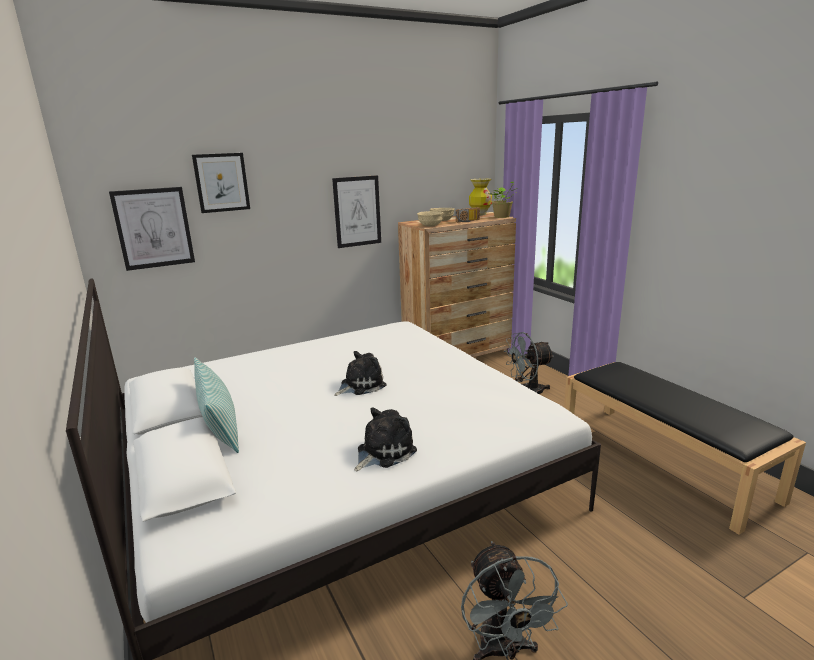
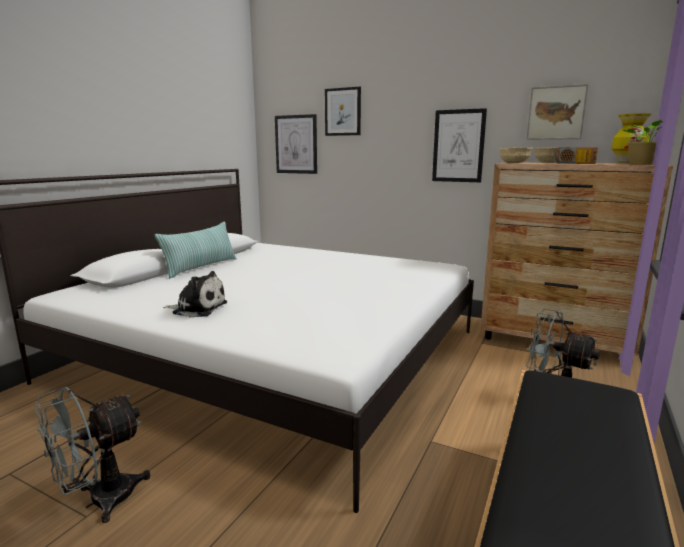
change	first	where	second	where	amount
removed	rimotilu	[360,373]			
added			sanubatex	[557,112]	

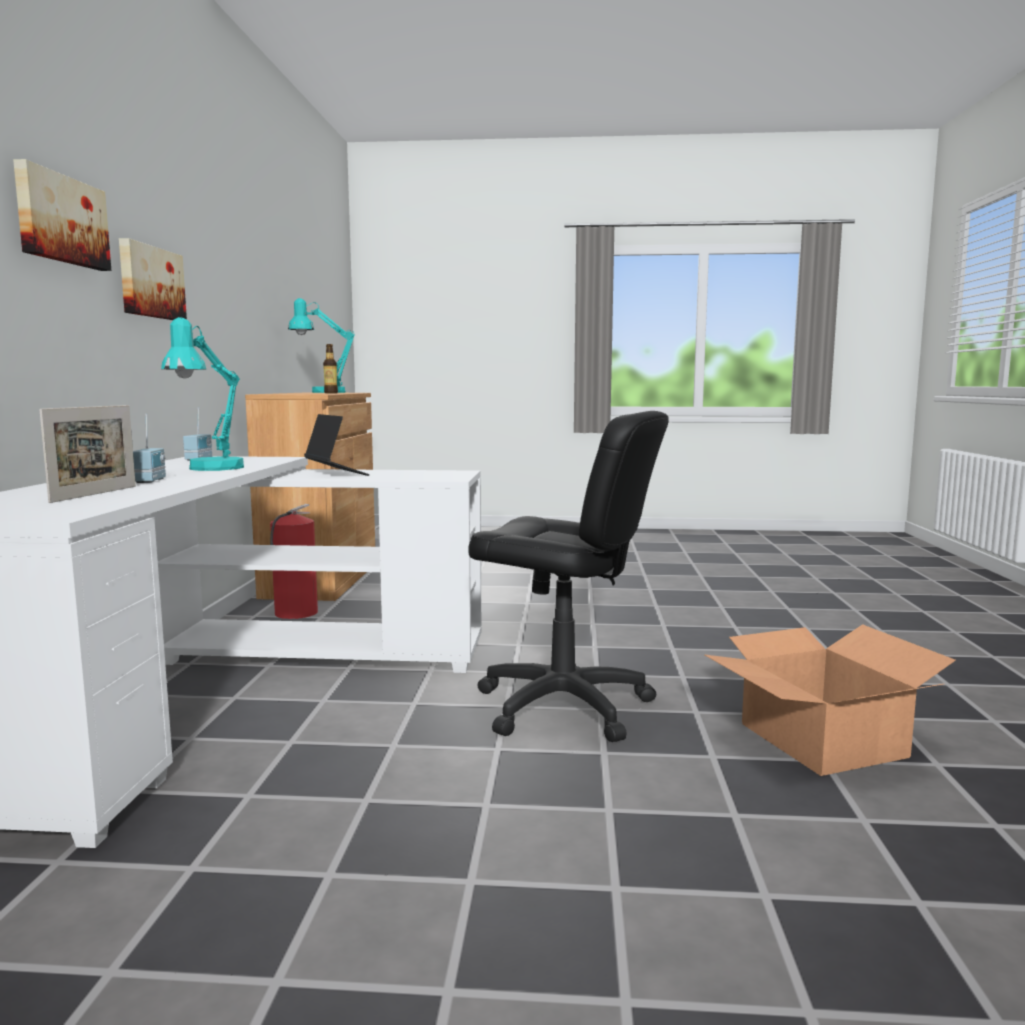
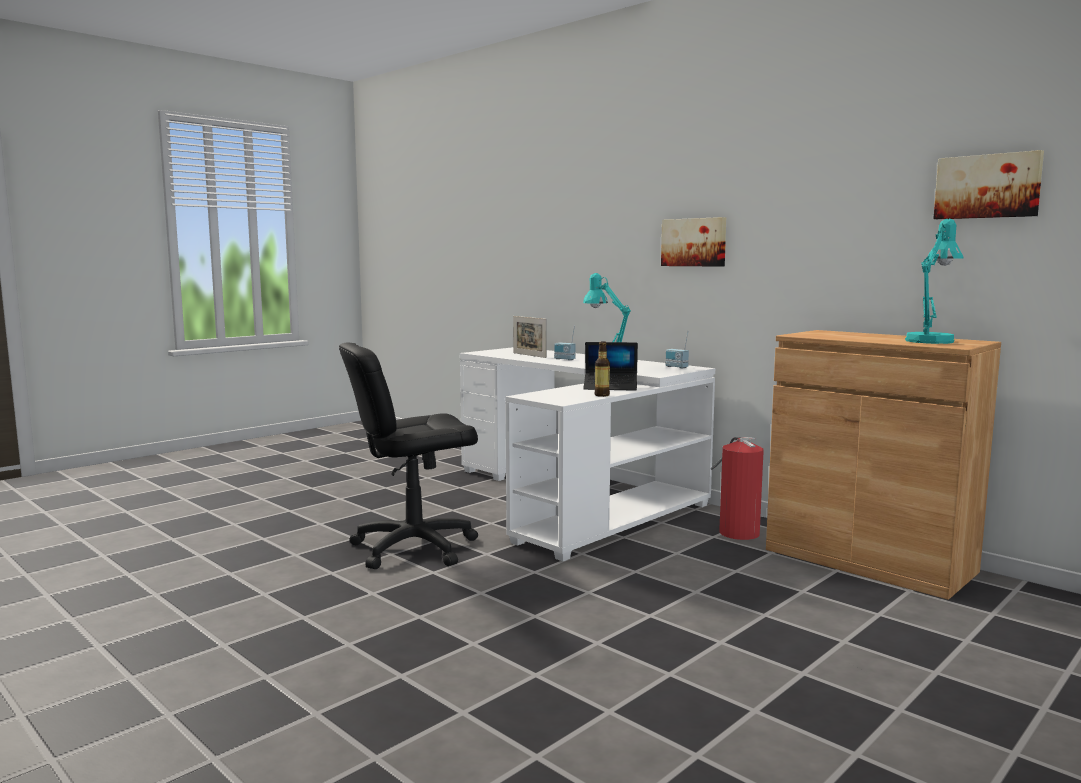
change	first	where	second	where	amount
removed	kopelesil	[830,700]			
moved	sanubatex	[62,215]		[988,184]	
moved	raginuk	[330,368]		[602,369]	

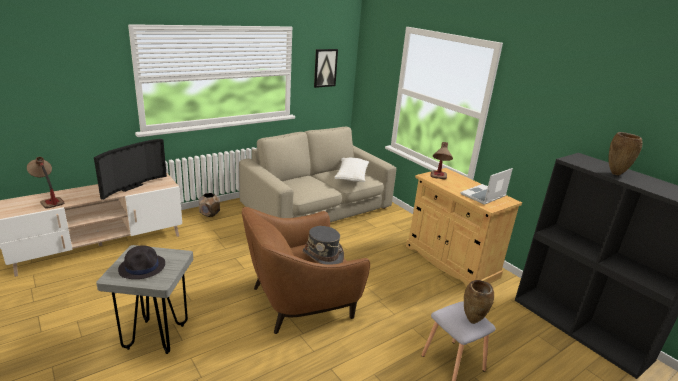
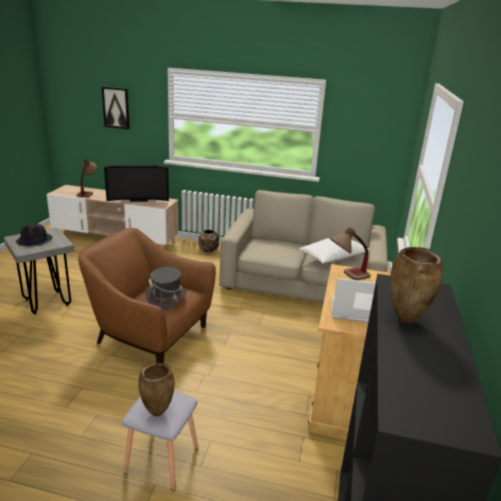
change	first	where	second	where	amount
moved	sanubatex	[326,68]		[116,107]	

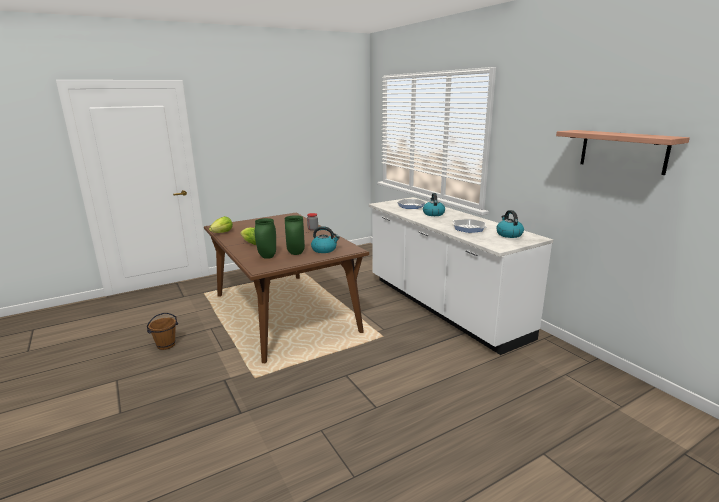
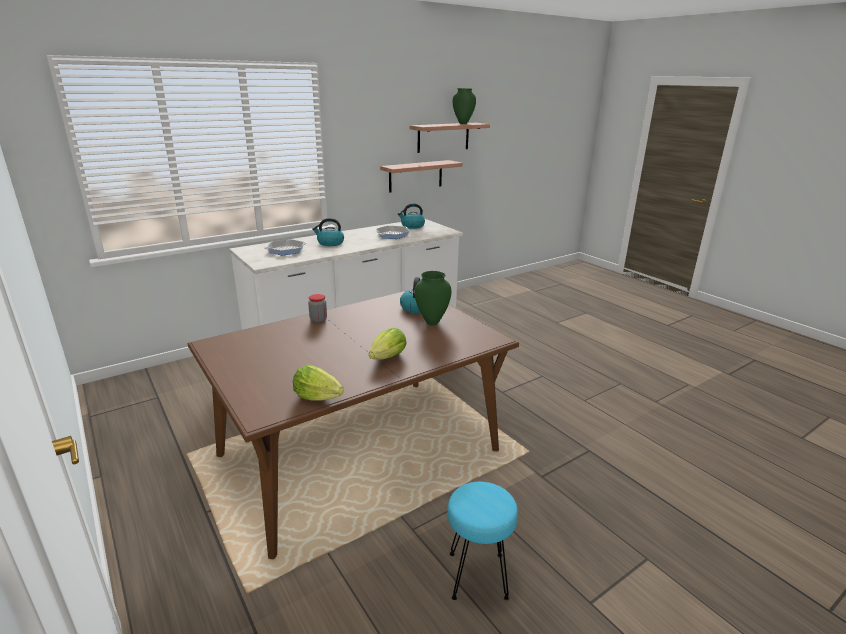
change	first	where	second	where	amount
added			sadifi	[421,176]	
moved	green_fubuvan	[265,238]		[464,106]	
replaced	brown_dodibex	[162,331]	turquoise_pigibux	[483,541]	

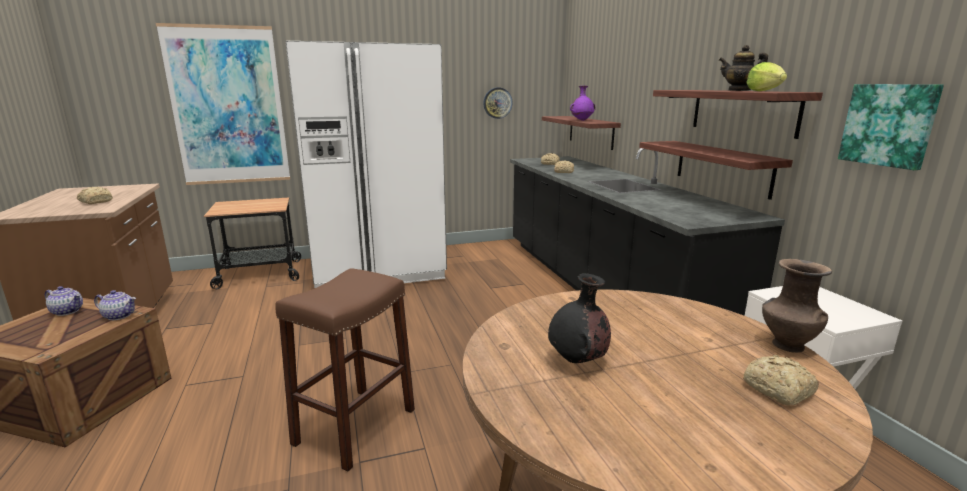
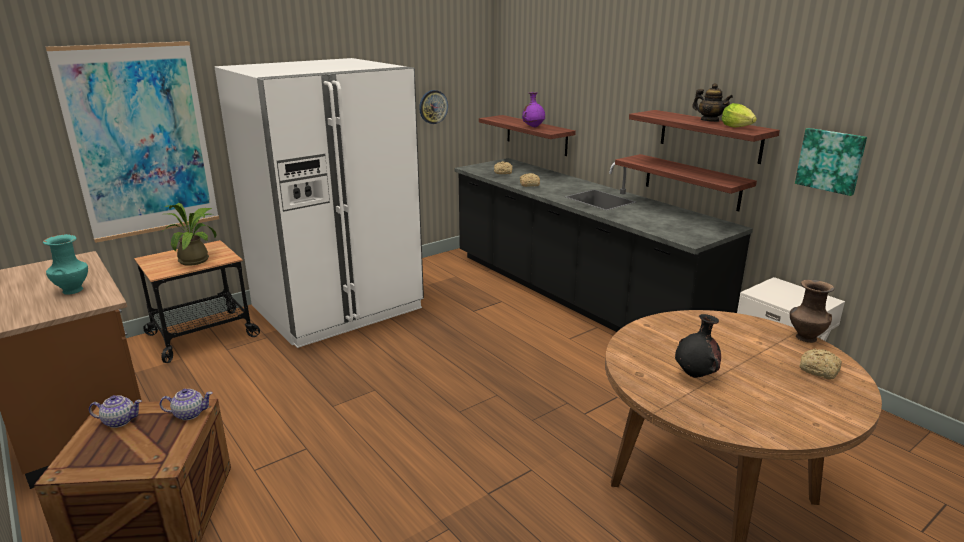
change	first	where	second	where	amount
removed	brown_pigibux	[345,370]			
added			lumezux	[190,234]	
replaced	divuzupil	[95,195]	turquoise_fubuvan	[65,264]	
turned	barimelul	[743,68]		[712,102]	150 degrees counterclockwise

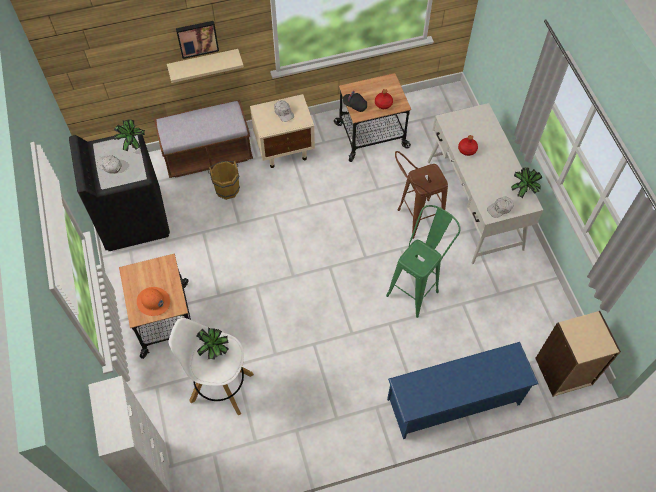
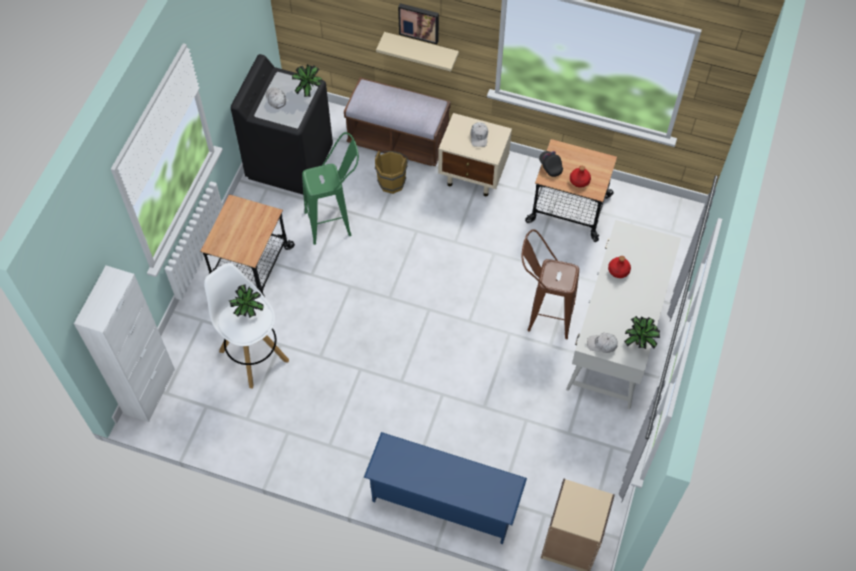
change	first	where	second	where	amount
removed	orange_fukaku	[153,301]			
moved	green_pigibux	[423,261]		[330,188]	

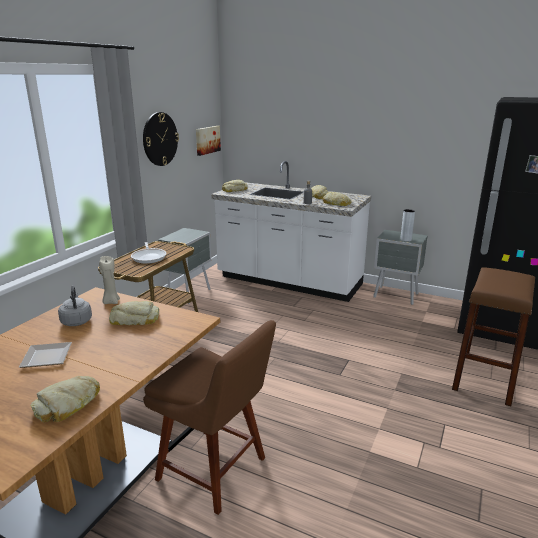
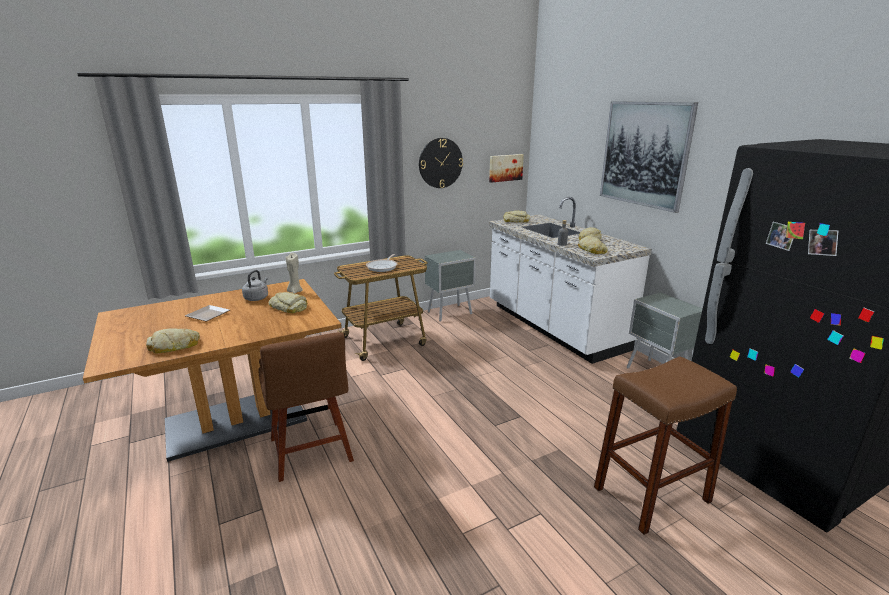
change	first	where	second	where	amount
removed	grey_fubuvan	[407,225]			
added			sanubatex	[649,157]	

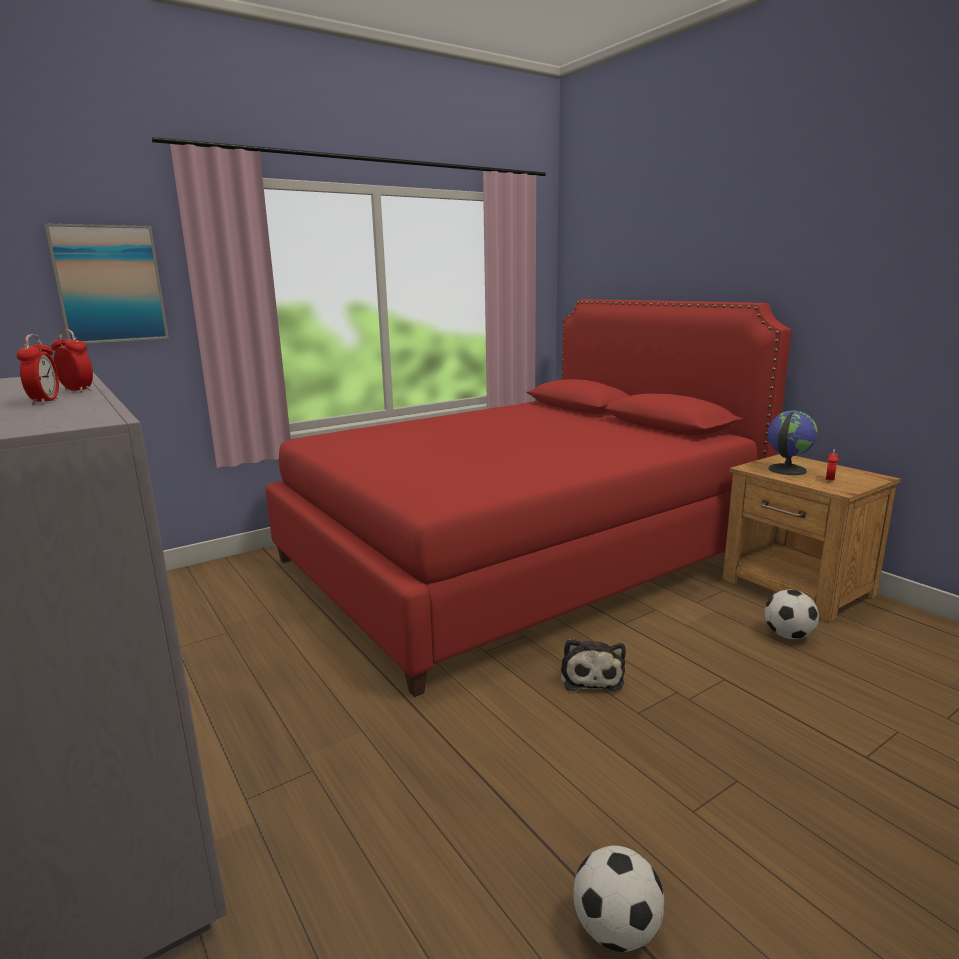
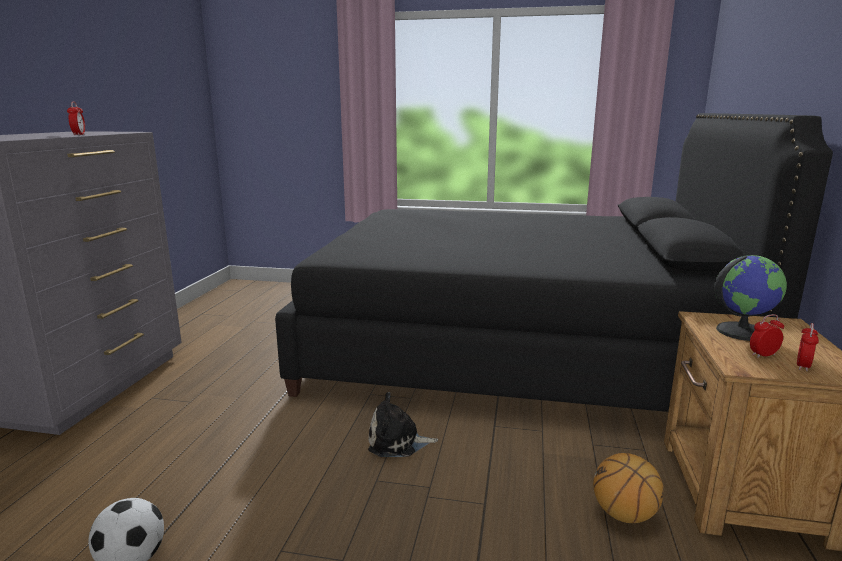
change	first	where	second	where	amount
removed	sanubatex	[106,283]			
moved	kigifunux	[38,369]		[808,347]	
replaced	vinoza	[792,614]	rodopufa	[628,488]	
recoloured	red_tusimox	[529,498]	black_tusimox	[554,262]	
turned	rimotilu	[593,665]		[403,424]	45 degrees clockwise

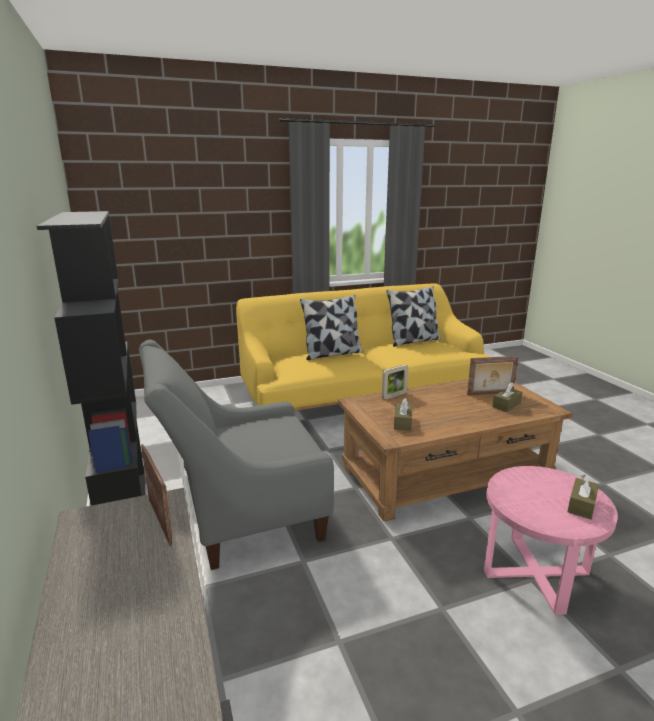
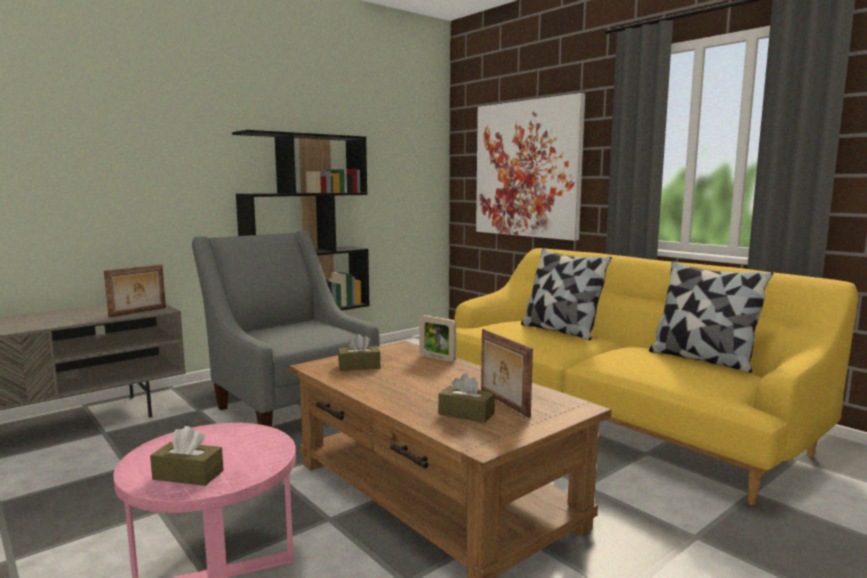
change	first	where	second	where	amount
added			sanubatex	[530,167]	

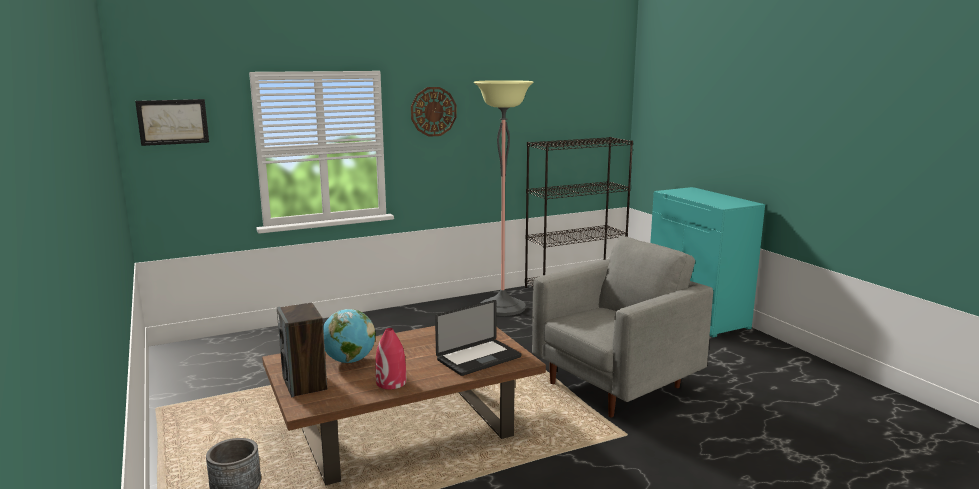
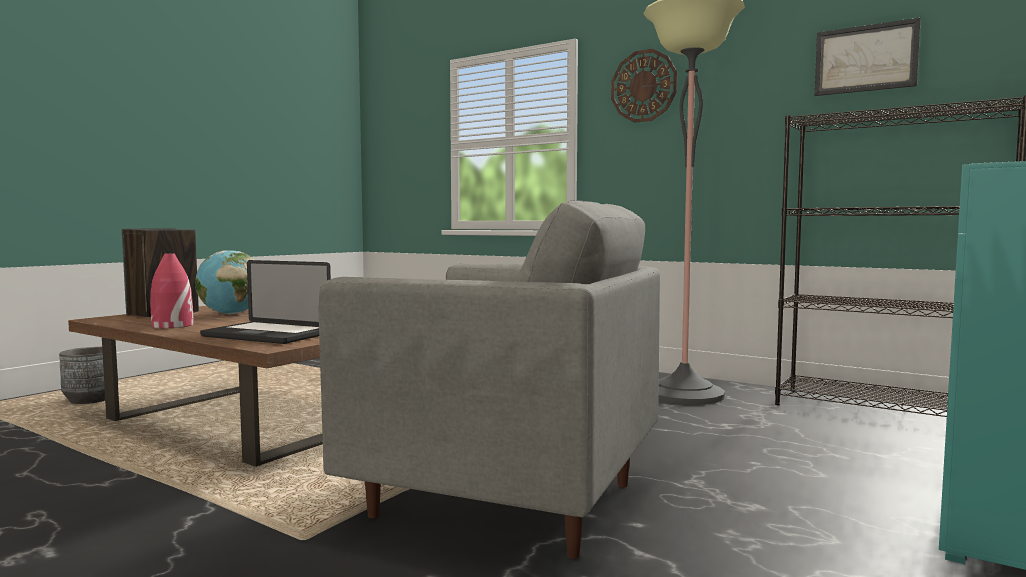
change	first	where	second	where	amount
moved	sanubatex	[172,122]		[868,56]	

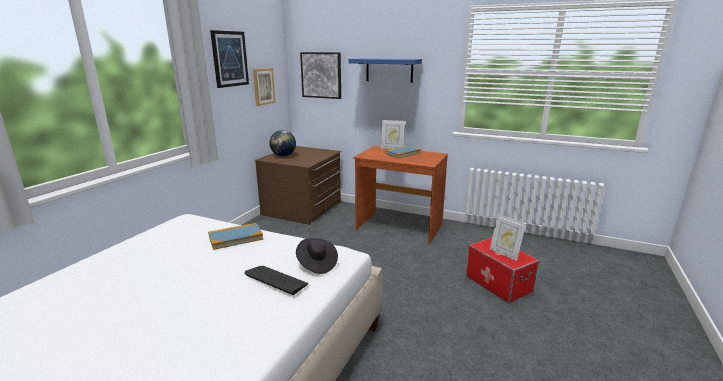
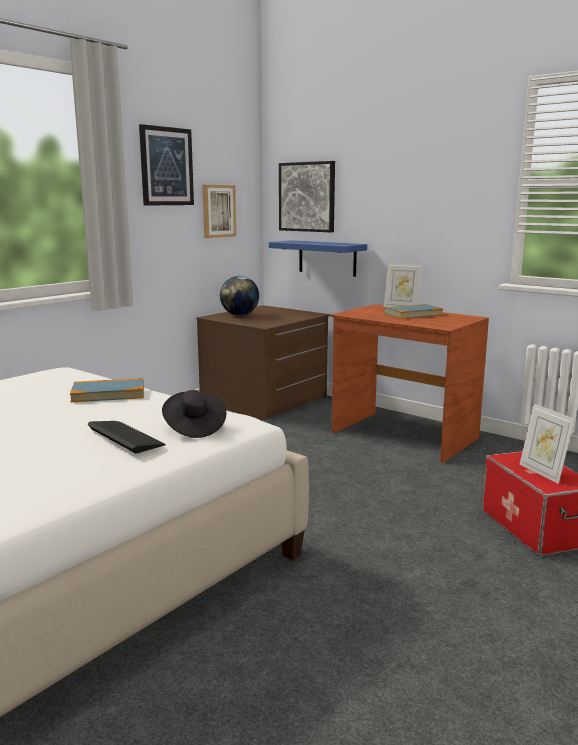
change	first	where	second	where	amount
moved	blue_sadifi	[385,70]		[318,258]	

